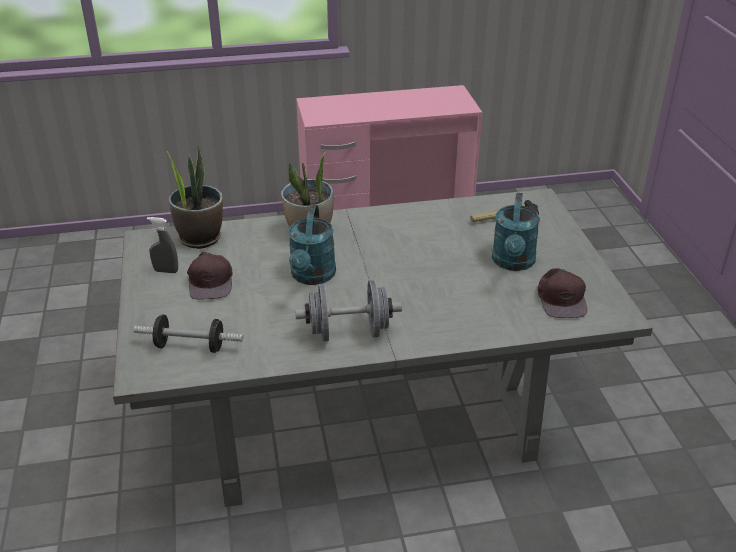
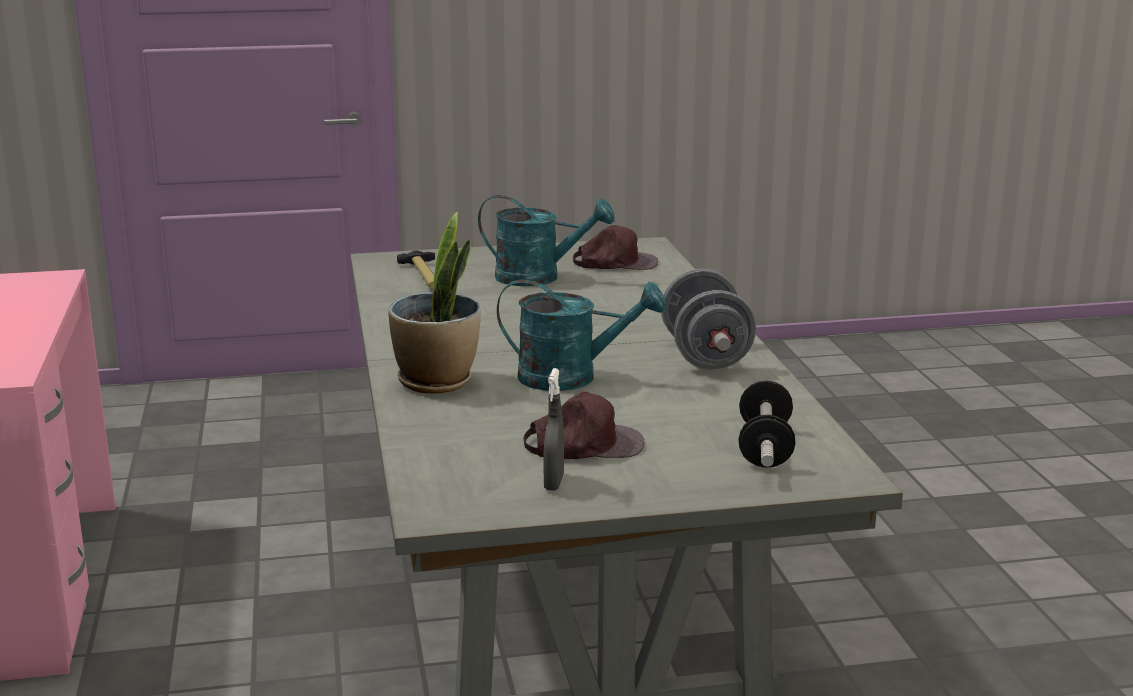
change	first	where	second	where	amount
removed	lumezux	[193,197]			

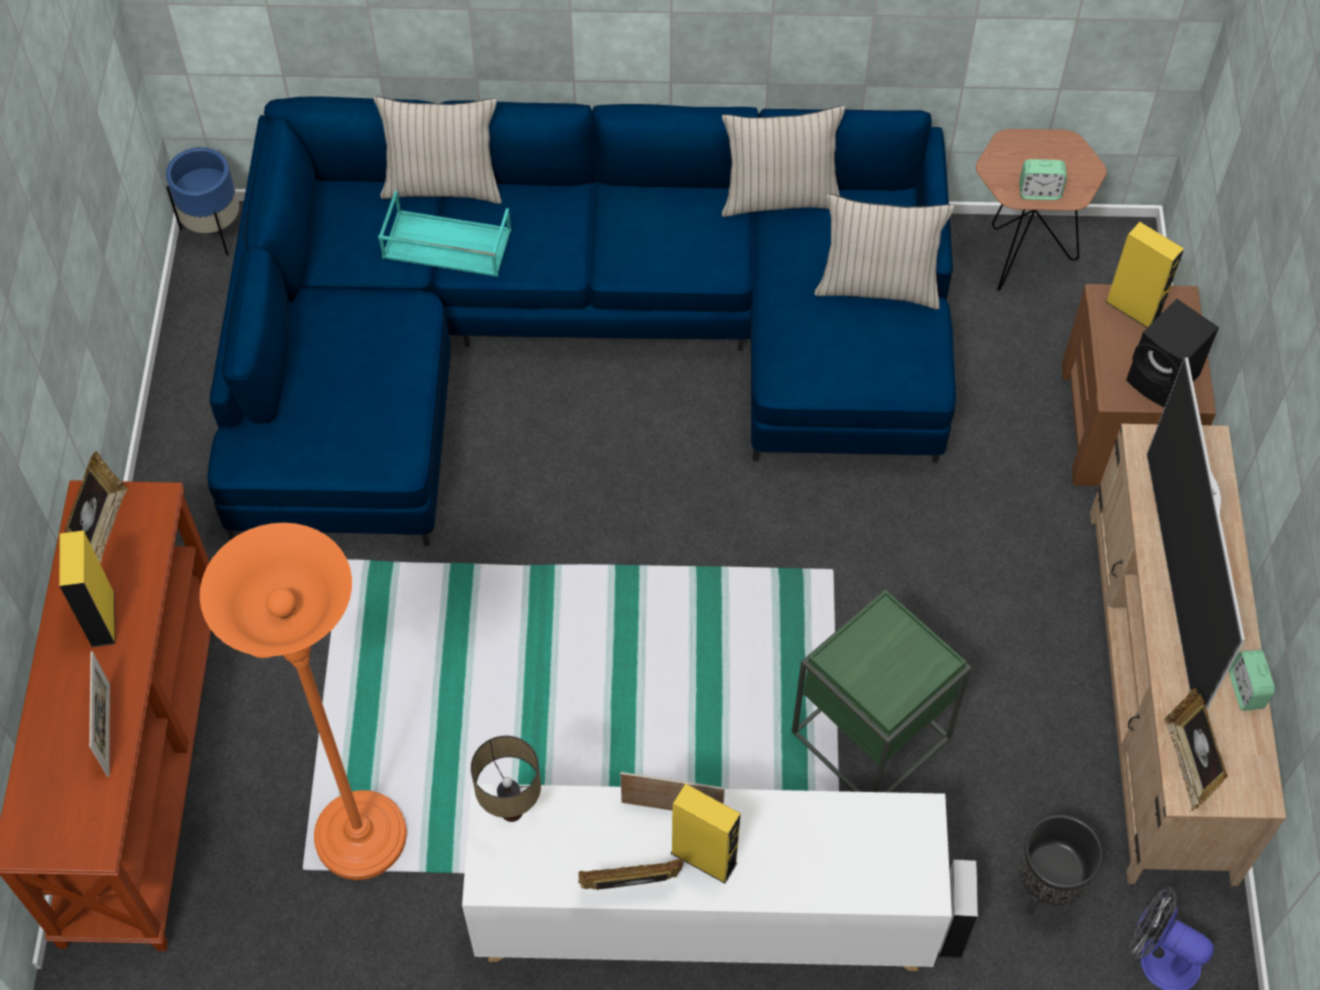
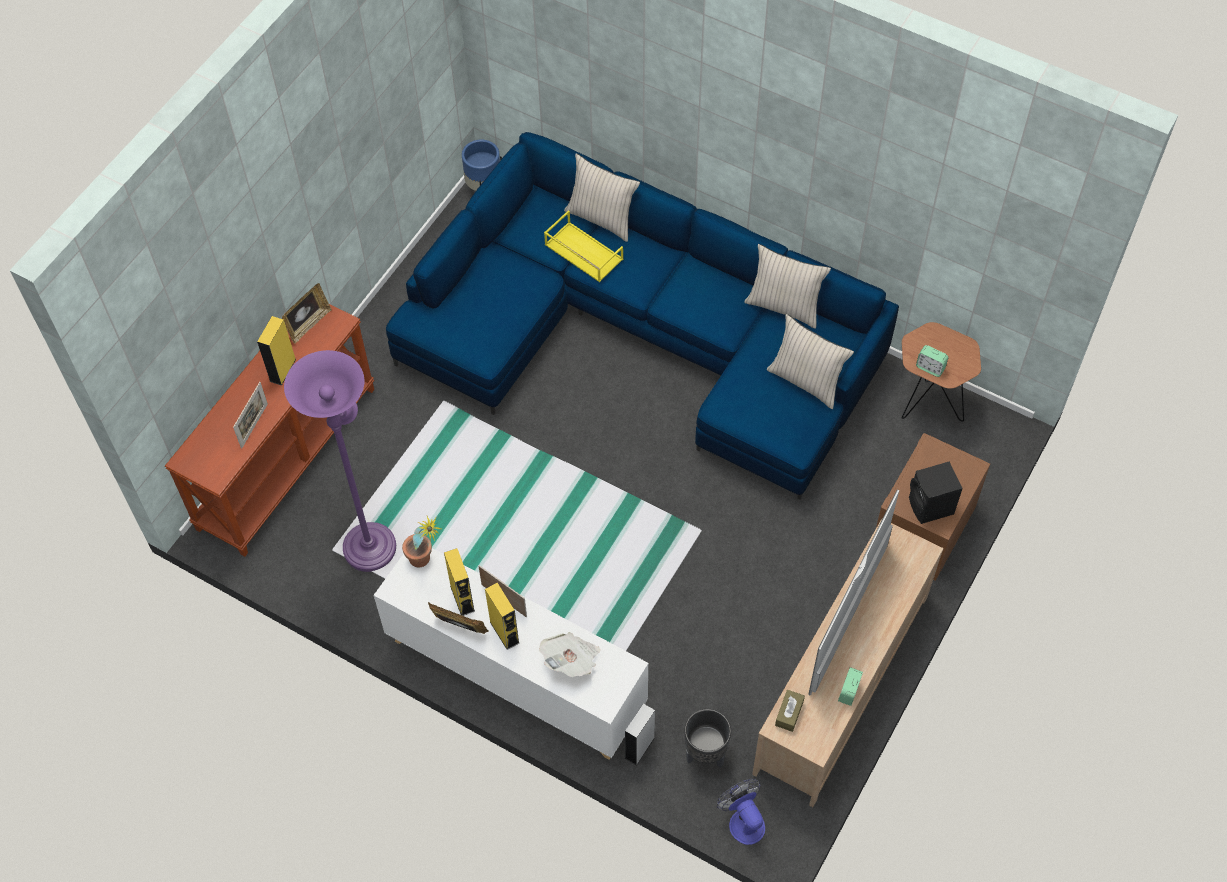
change	first	where	second	where	amount
removed	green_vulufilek	[882,691]			
added			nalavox	[569,654]	
moved	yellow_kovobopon	[1144,275]		[459,582]	
replaced	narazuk	[506,779]	lumezux	[421,541]	
replaced	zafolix	[1196,749]	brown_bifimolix	[790,711]	
recoloured	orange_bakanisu	[303,701]	purple_bakanisu	[340,461]	
recoloured	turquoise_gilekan	[445,234]	yellow_gilekan	[583,246]	

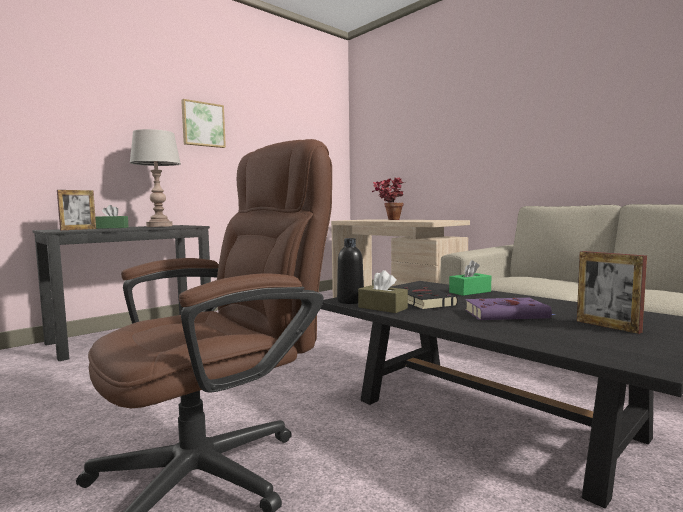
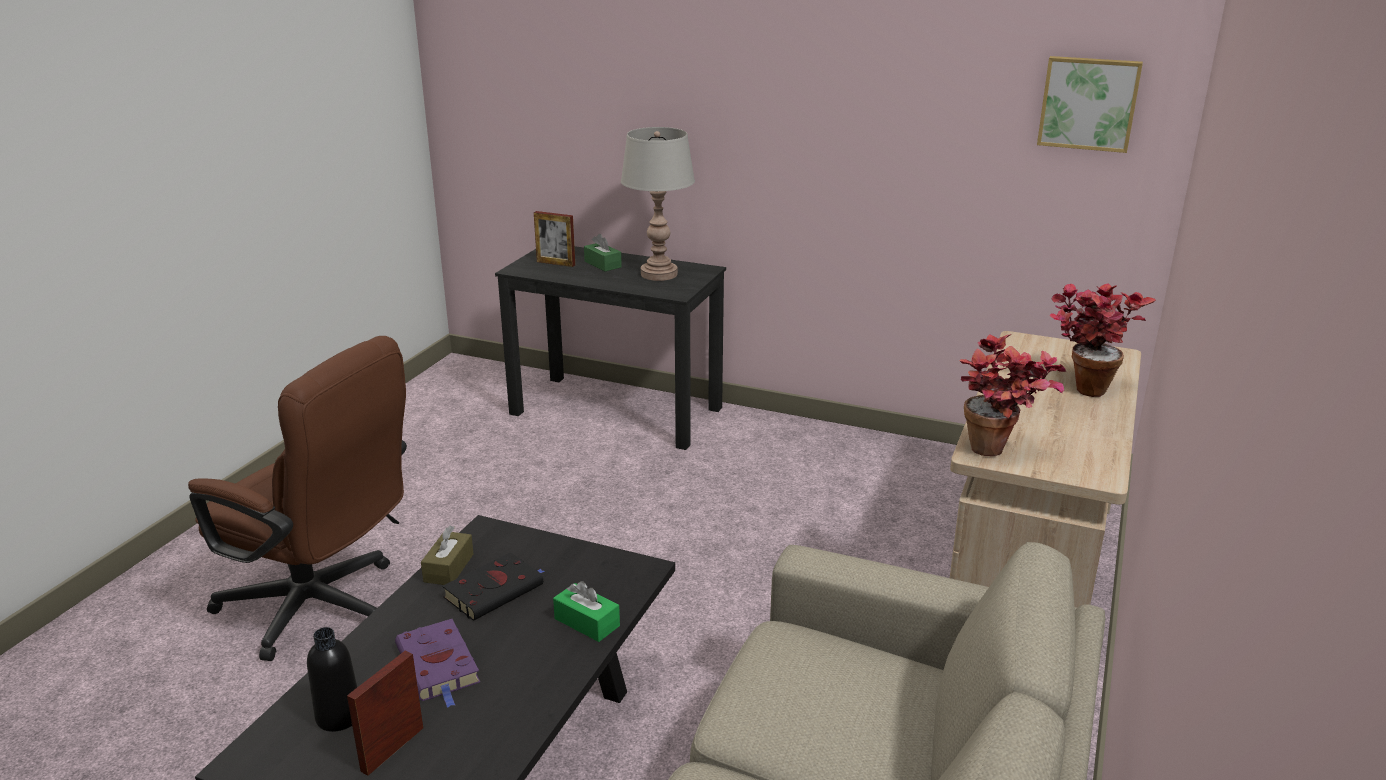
change	first	where	second	where	amount
added			lumezux	[1013,395]	
moved	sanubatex	[203,123]		[1090,104]	
moved	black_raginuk	[350,271]		[332,679]	

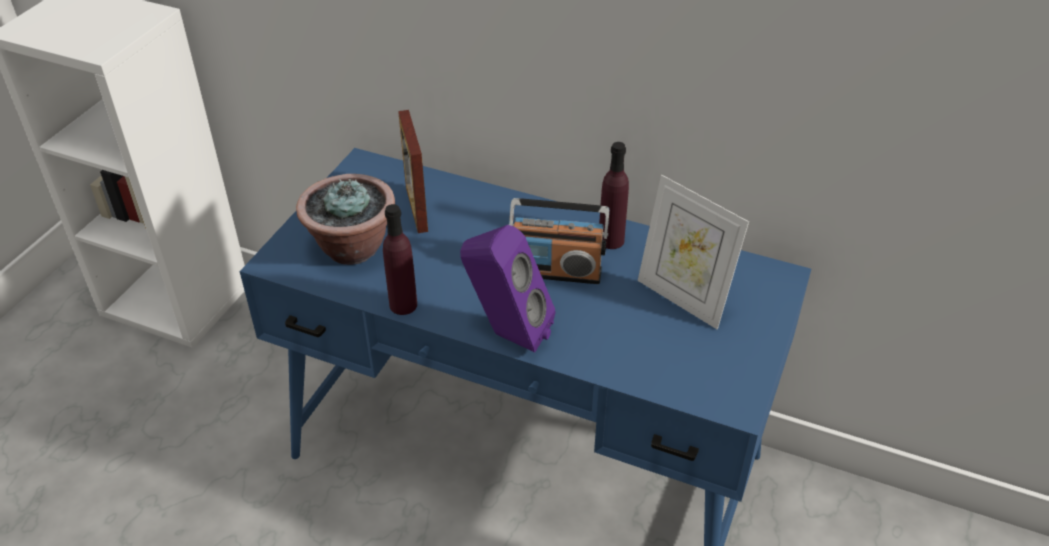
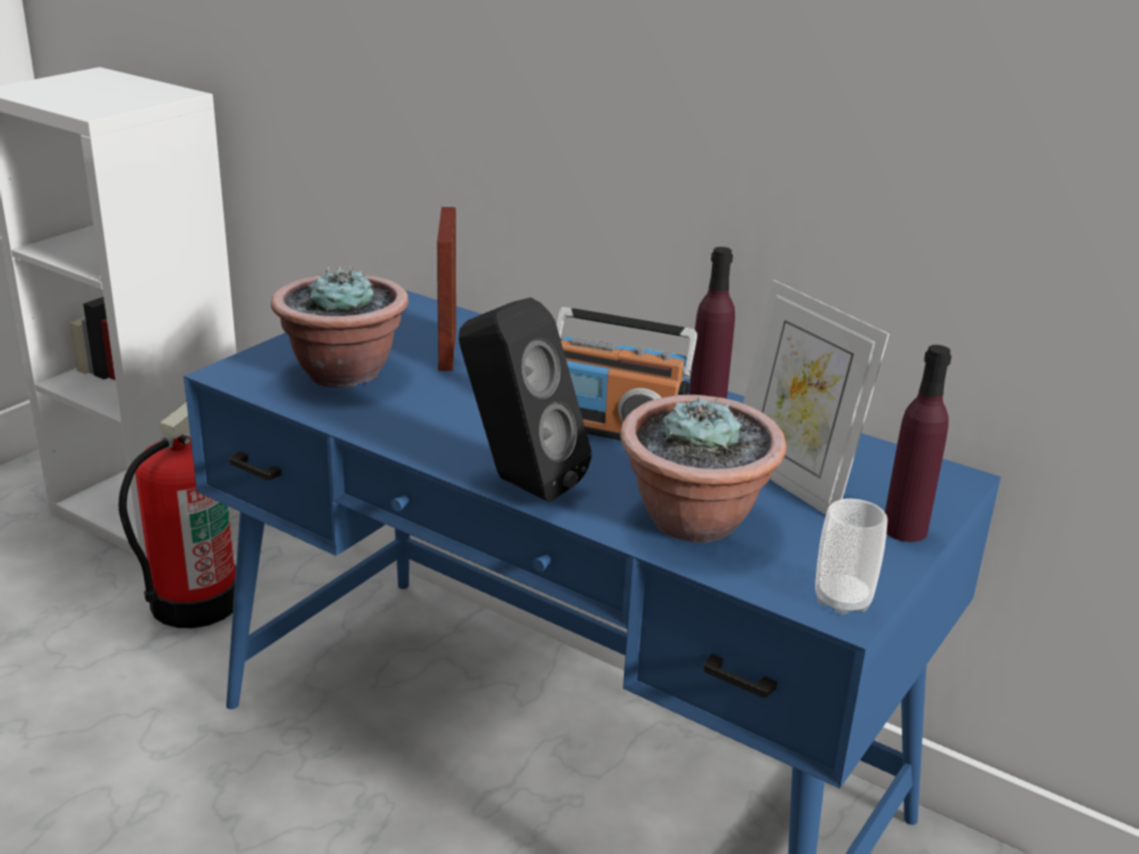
change	first	where	second	where	amount
added			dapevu	[177,514]	
added			lumezux	[703,469]	
added			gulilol	[851,556]	
moved	purple_raginuk	[400,259]		[918,443]	
recoloured	purple_kovobopon	[507,289]	black_kovobopon	[525,399]	

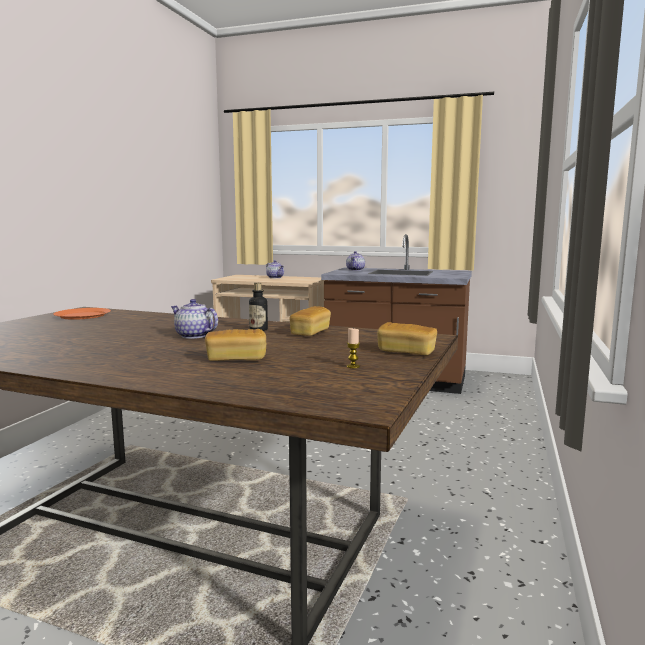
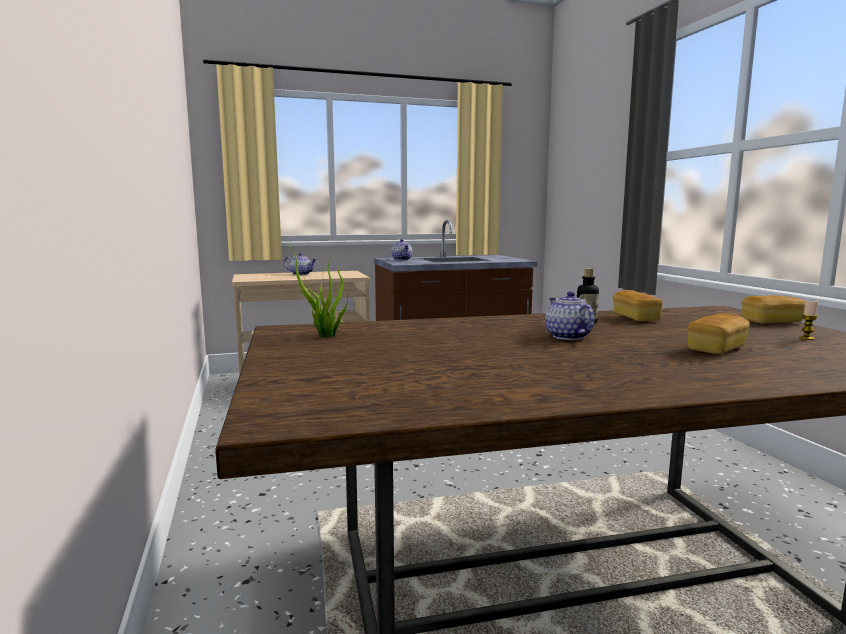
change	first	where	second	where	amount
replaced	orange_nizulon	[82,314]	lumezux	[318,290]	
turned	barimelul	[194,319]		[569,315]	75 degrees clockwise

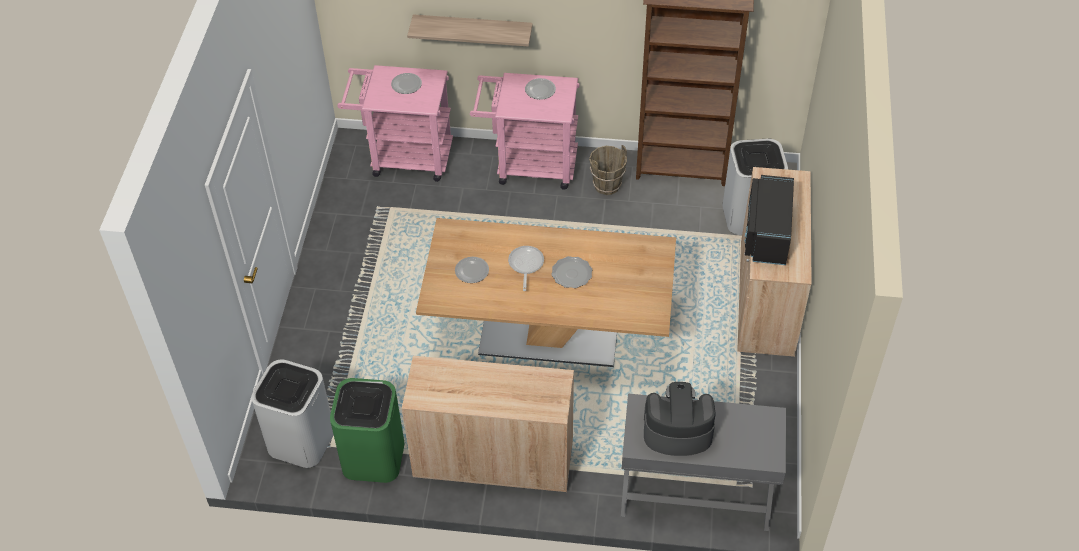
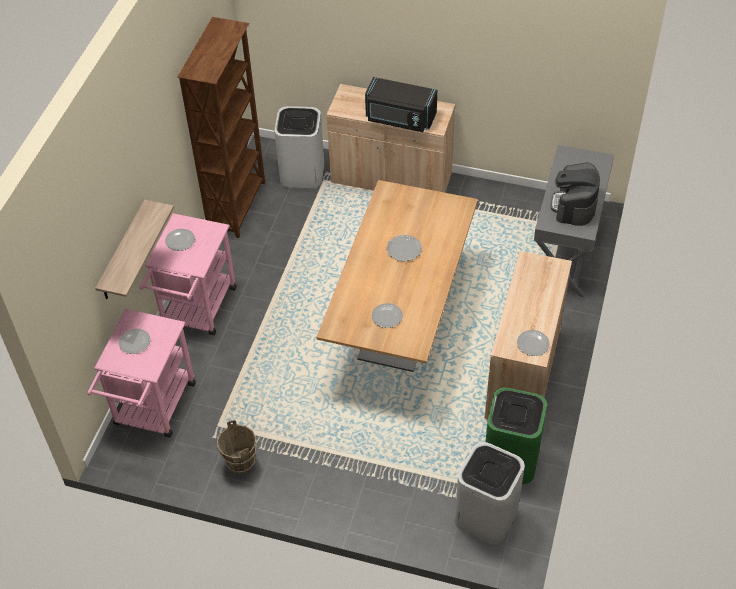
change	first	where	second	where	amount
removed	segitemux	[526,268]			
added			nizulon	[533,343]	
moved	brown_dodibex	[608,170]		[237,447]	

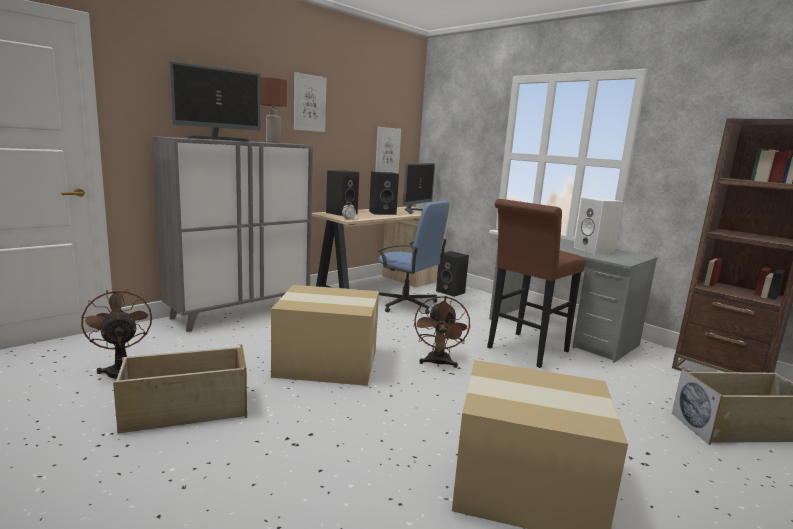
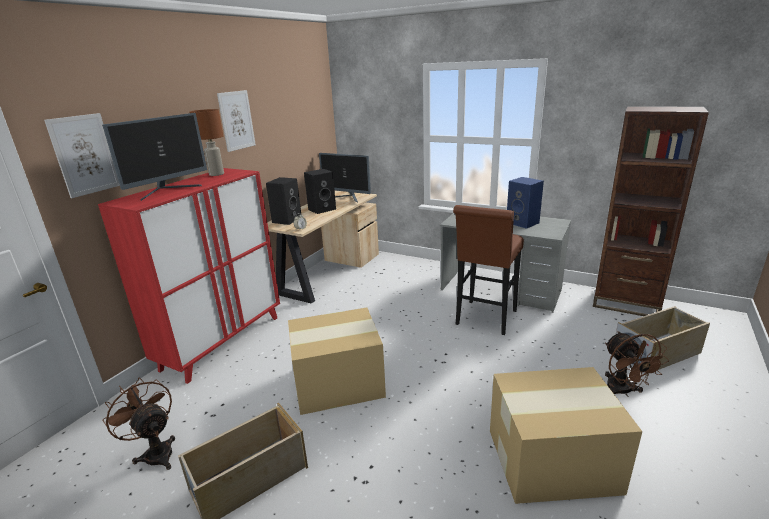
change	first	where	second	where	amount
removed	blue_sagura	[413,257]			
removed	black_kovobopon	[452,274]			
moved	sanubatex	[388,150]		[82,155]	
moved	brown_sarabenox	[442,332]		[637,364]	
recoloured	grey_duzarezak	[232,234]	red_duzarezak	[189,276]	
recoloured	white_kovobopon	[599,225]	blue_kovobopon	[525,203]	
turned	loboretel	[419,188]		[345,178]	105 degrees clockwise

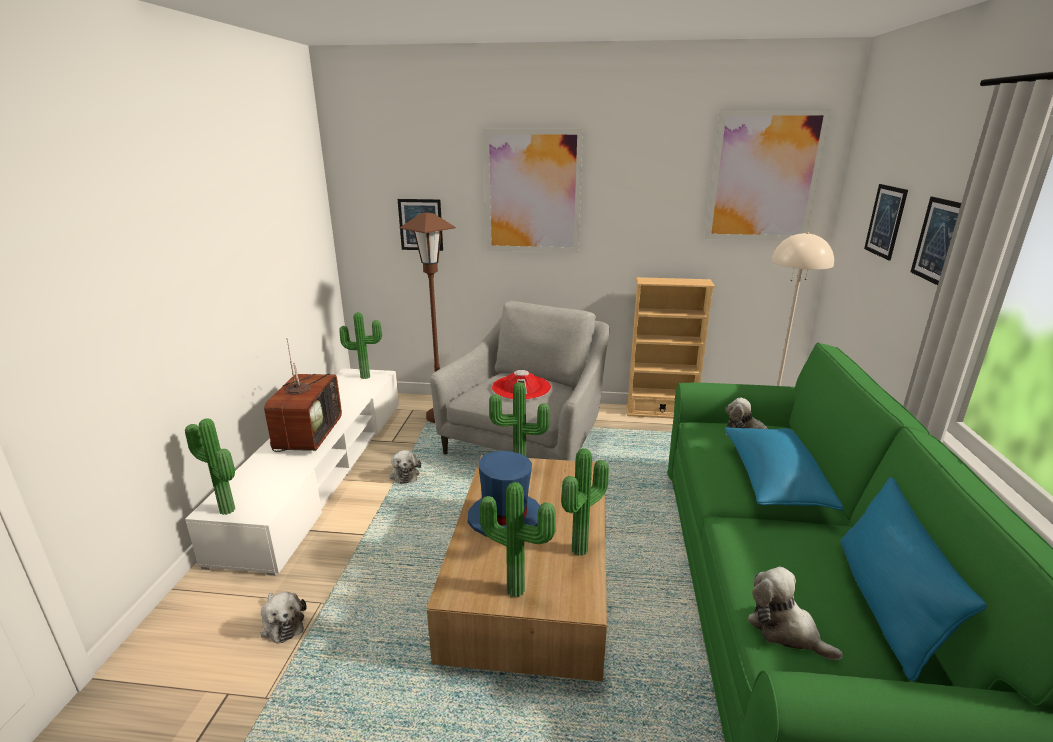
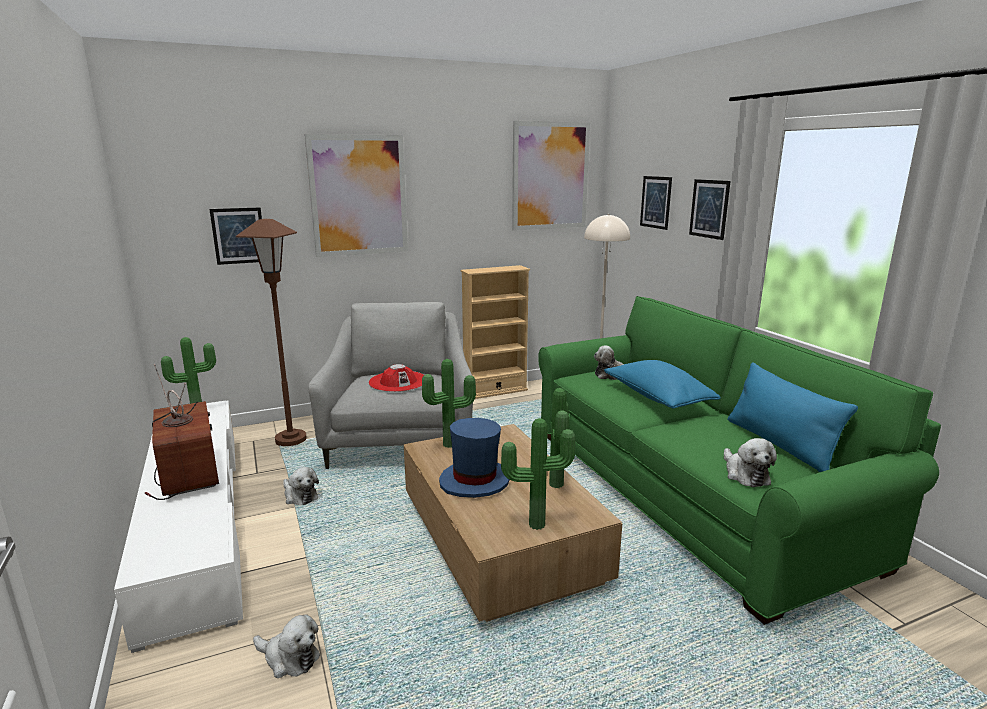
change	first	where	second	where	amount
removed	lumezux	[210,467]			
turned	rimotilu	[795,613]		[750,462]	120 degrees counterclockwise

